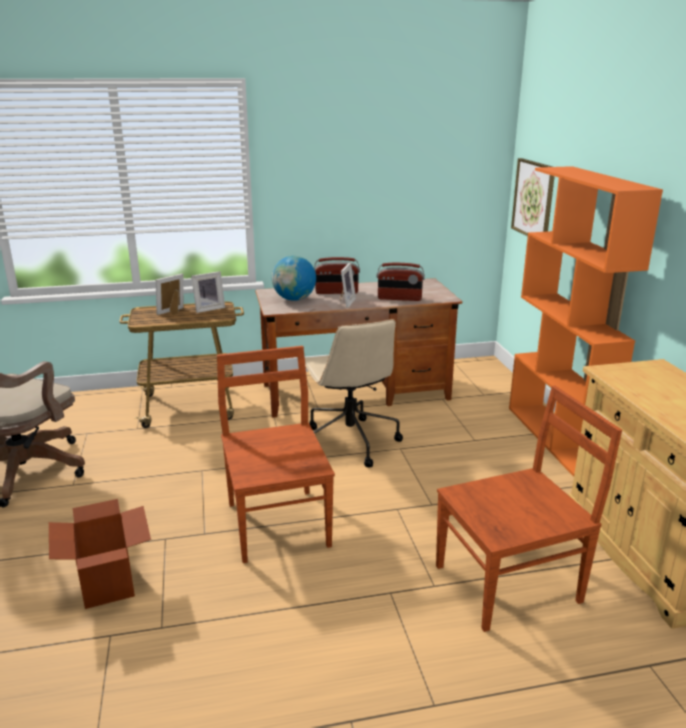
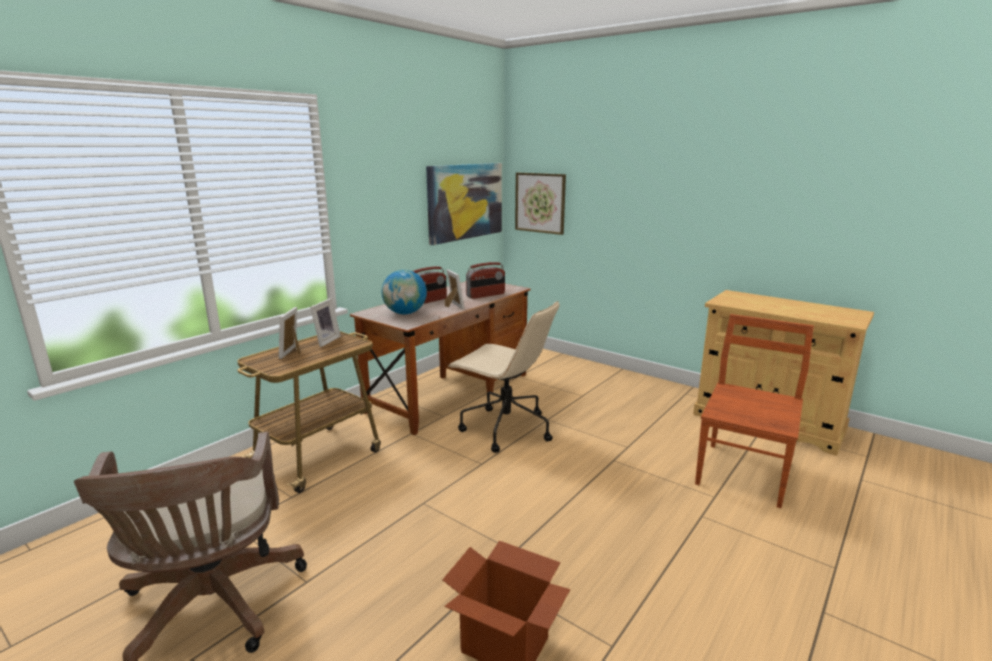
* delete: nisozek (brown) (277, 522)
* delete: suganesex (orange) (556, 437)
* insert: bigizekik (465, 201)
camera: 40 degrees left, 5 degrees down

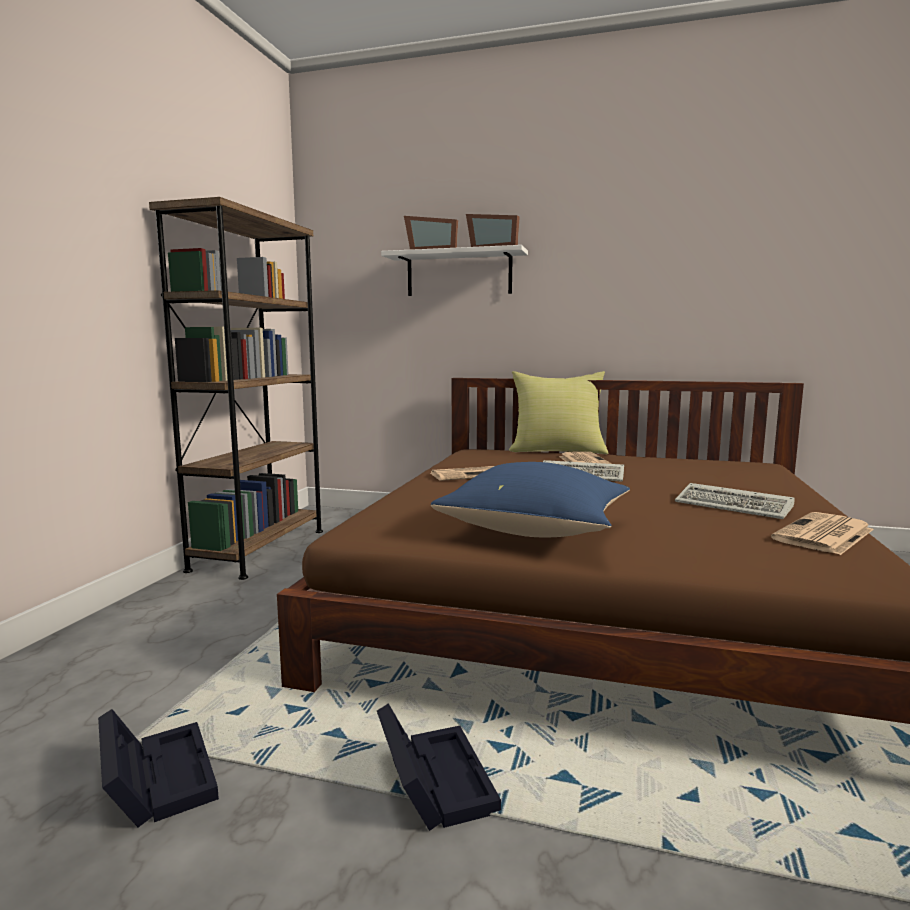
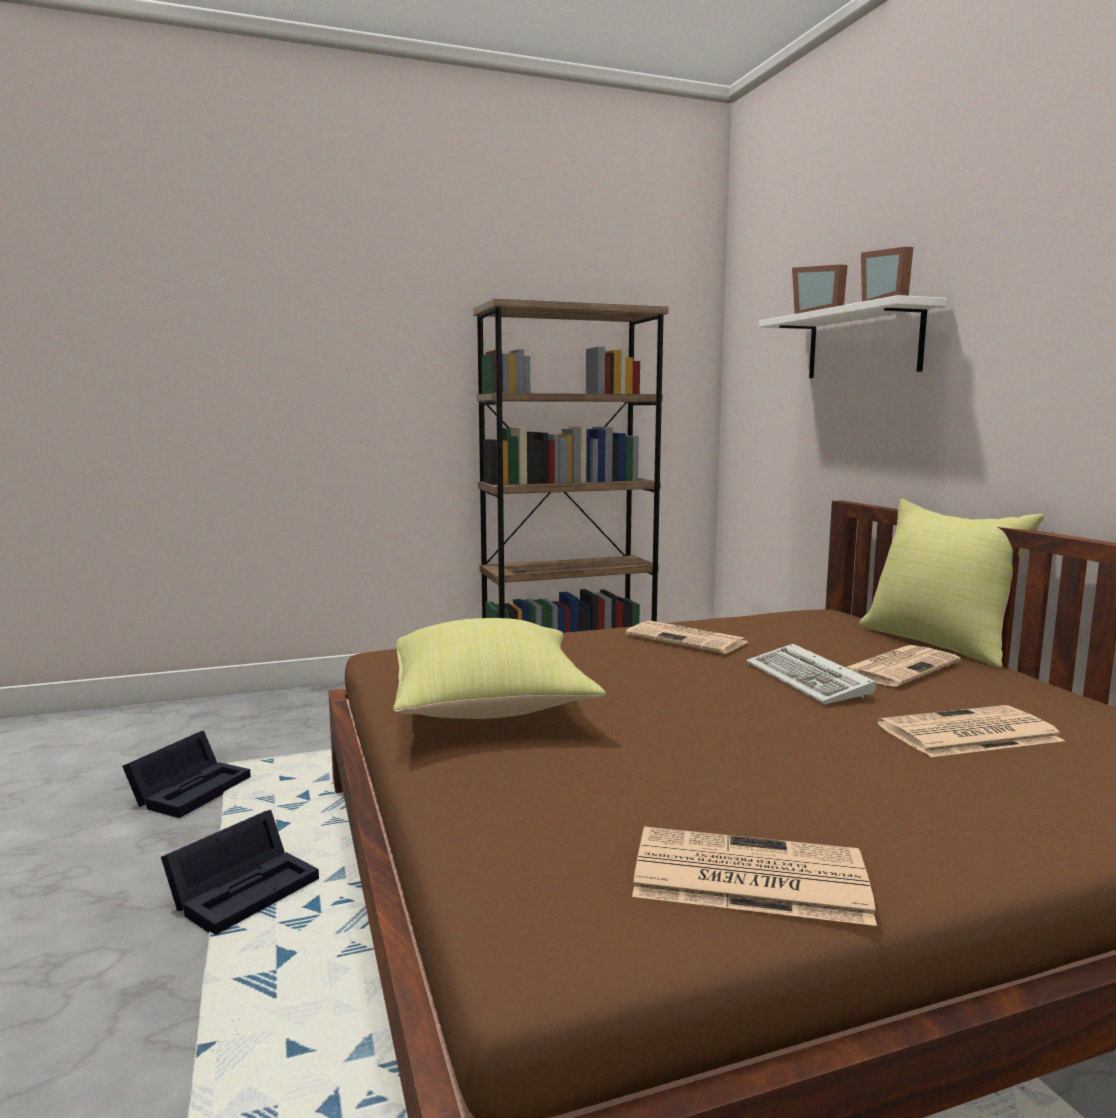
* delete: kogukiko (735, 506)
* insert: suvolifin (967, 734)
* recolor: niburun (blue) (537, 530) to niburun (yellow) (491, 708)
camera: 55 degrees right, 0 degrees up

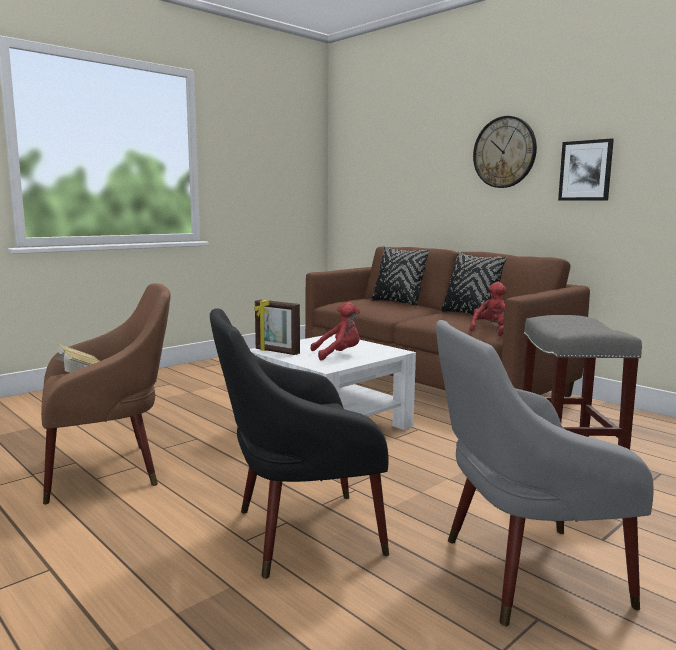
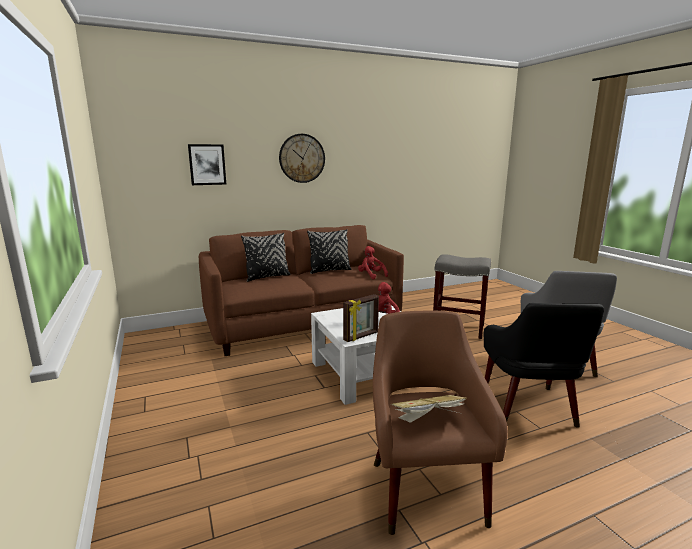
* move: bigizekik (585, 170) to (207, 164)
camera: 70 degrees left, 5 degrees up

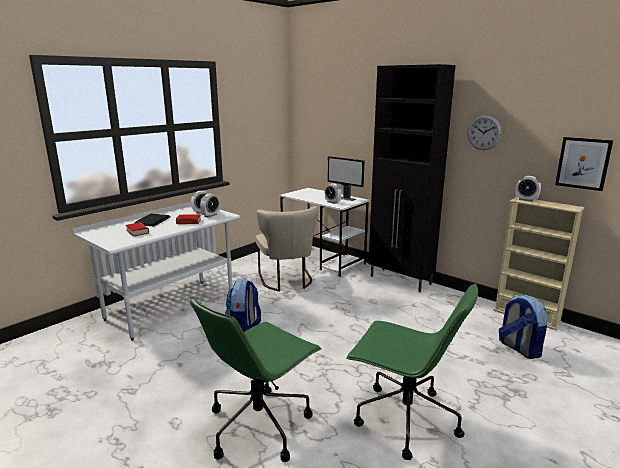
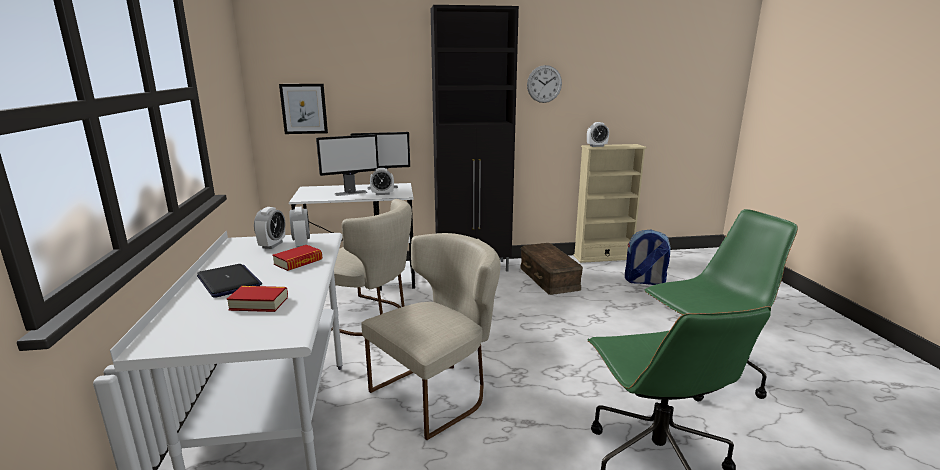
* insert: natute (351, 193)
* insert: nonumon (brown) (549, 278)
* move: bigizekik (583, 163) to (304, 109)
* replace: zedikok (244, 329) to nisozek (beige) (438, 392)
camera: 50 degrees left, 0 degrees up

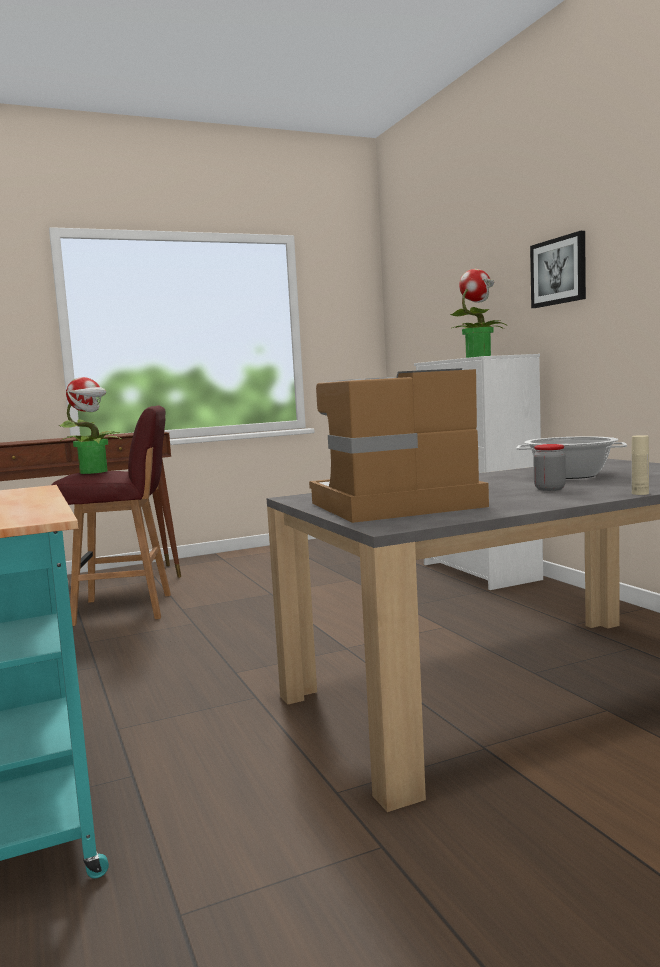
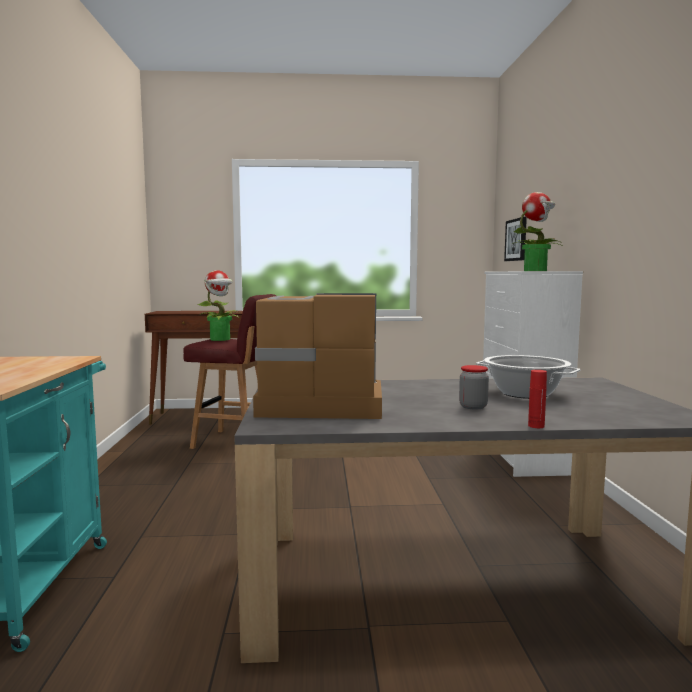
* move: bigizekik (559, 271) to (516, 240)
* recolor: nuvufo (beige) (640, 493) to nuvufo (red) (536, 426)
camera: 20 degrees right, 0 degrees up

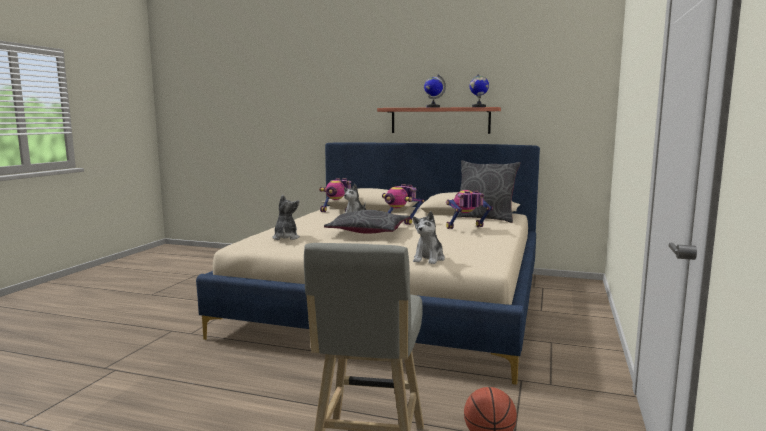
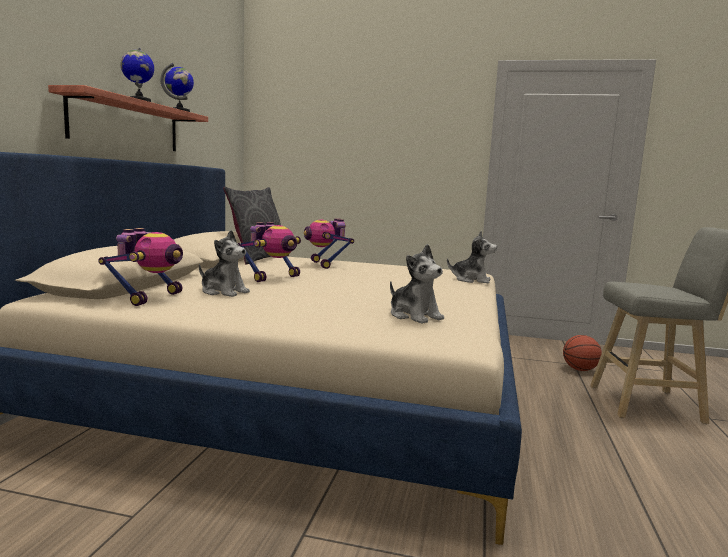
* delete: niburun (grey) (369, 232)
* rotate: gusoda (285, 237) = (414, 316) 120 degrees counterclockwise
camera: 95 degrees left, 0 degrees up

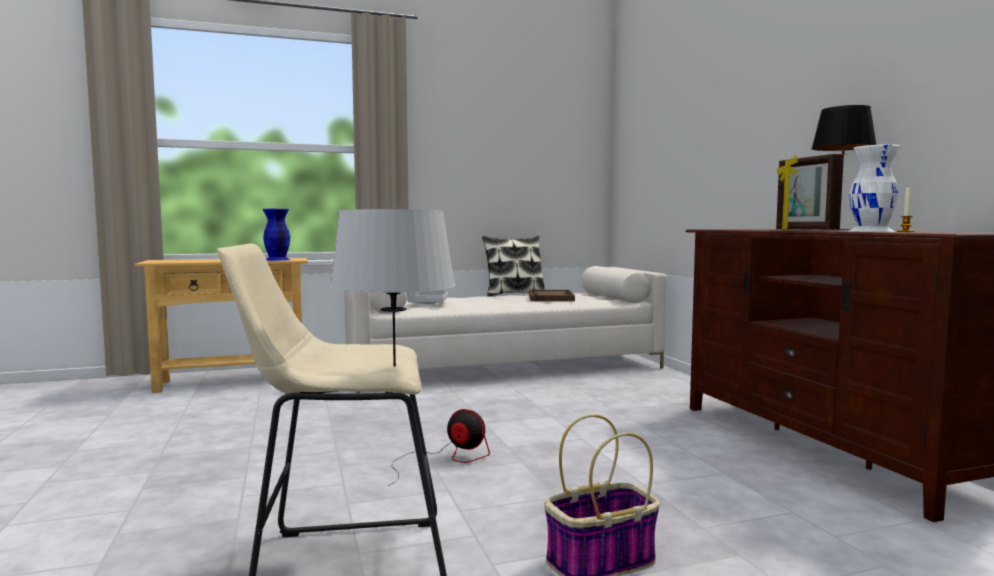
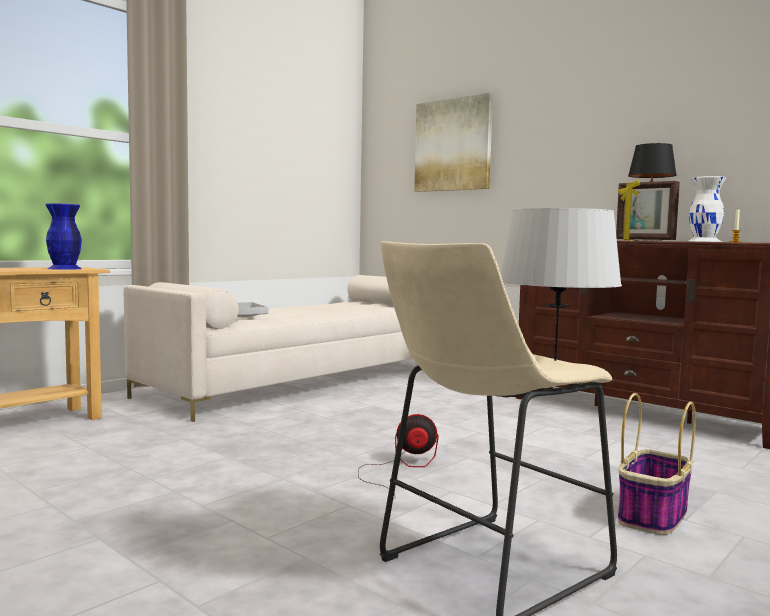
* delete: niburun (514, 294)
* delete: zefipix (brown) (551, 297)
* insert: bigizekik (453, 145)
camera: 30 degrees left, 0 degrees up

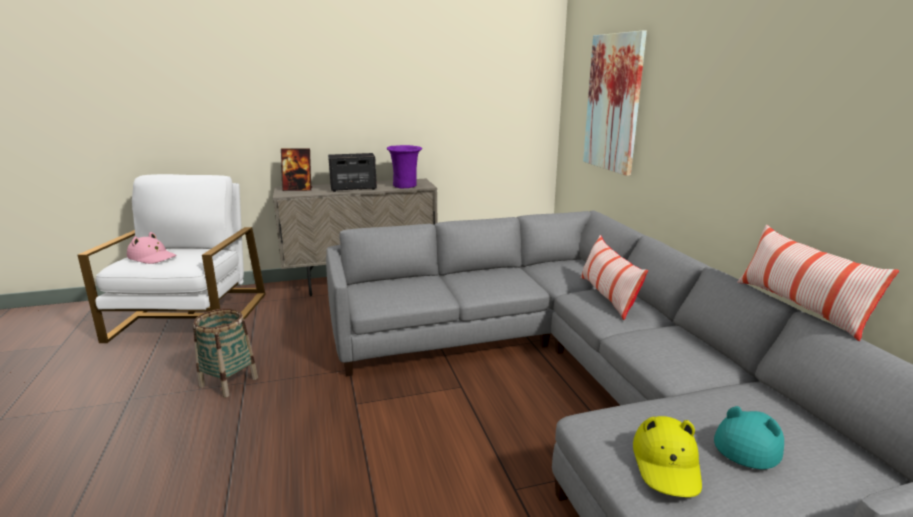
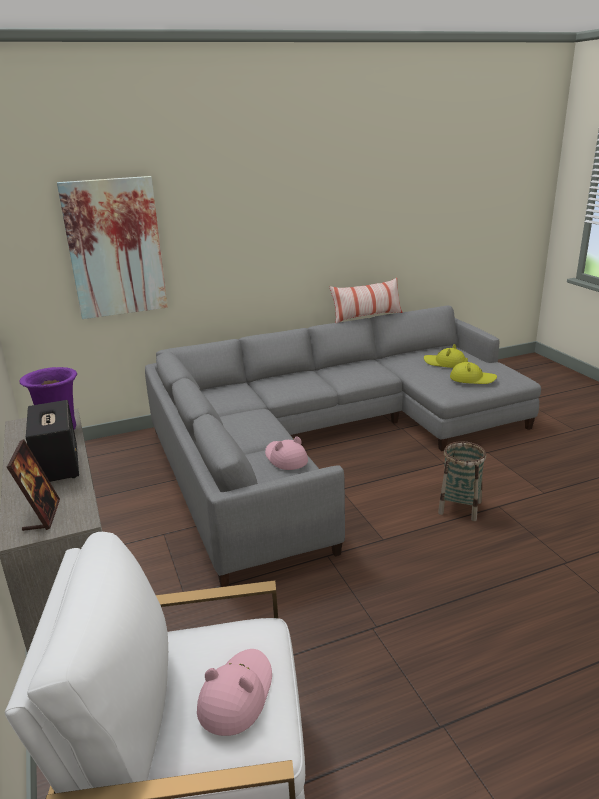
* delete: niburun (607, 296)
* insert: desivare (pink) (285, 458)
* move: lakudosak (228, 382) to (459, 507)
* recolor: desivare (turquoise) (749, 442) to desivare (yellow) (444, 363)
camera: 95 degrees left, 5 degrees up

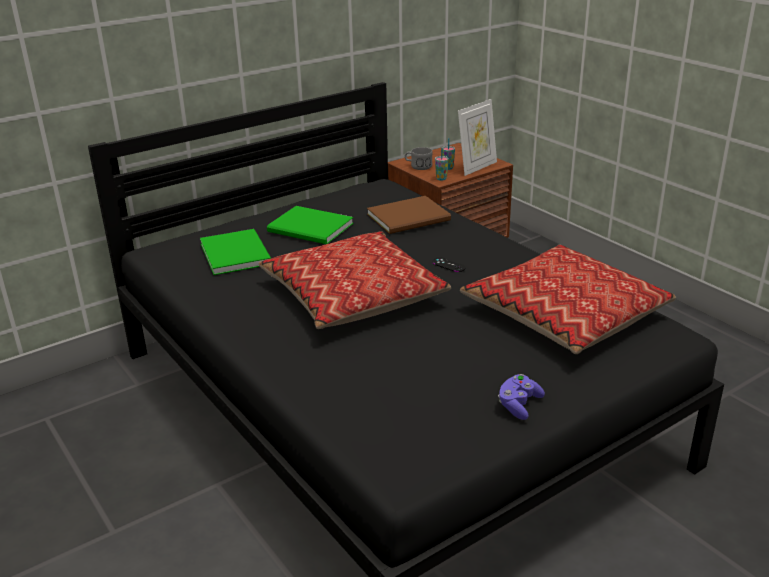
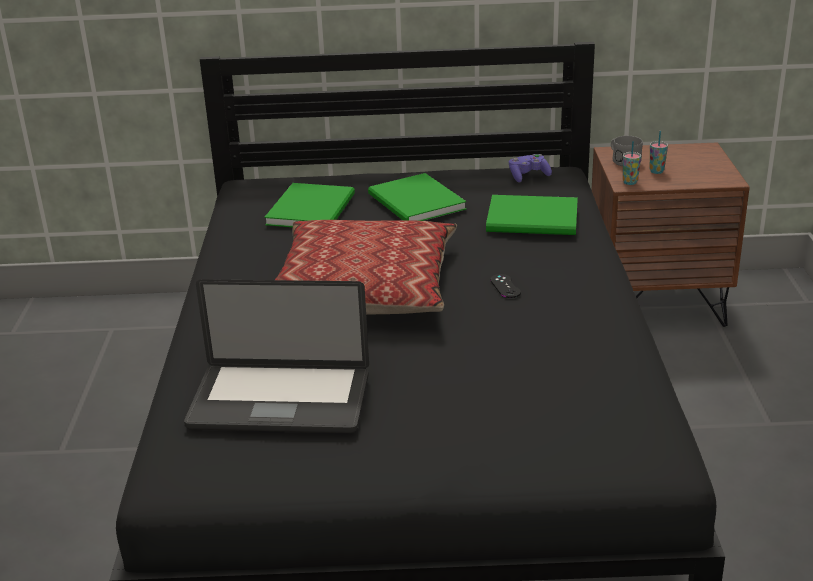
* delete: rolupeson (477, 167)
* delete: niburun (564, 313)
* insert: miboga (280, 402)
* move: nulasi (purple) (519, 405) to (528, 176)
* recolor: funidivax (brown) (411, 217) to funidivax (green) (535, 220)
camera: 35 degrees right, 0 degrees up

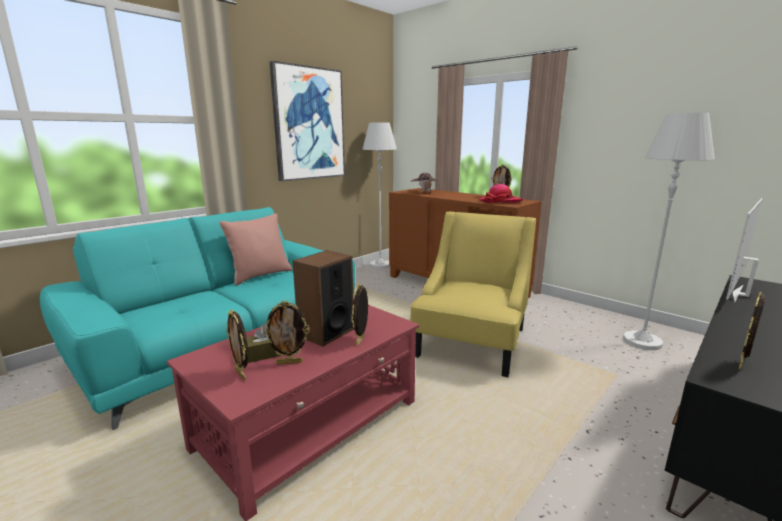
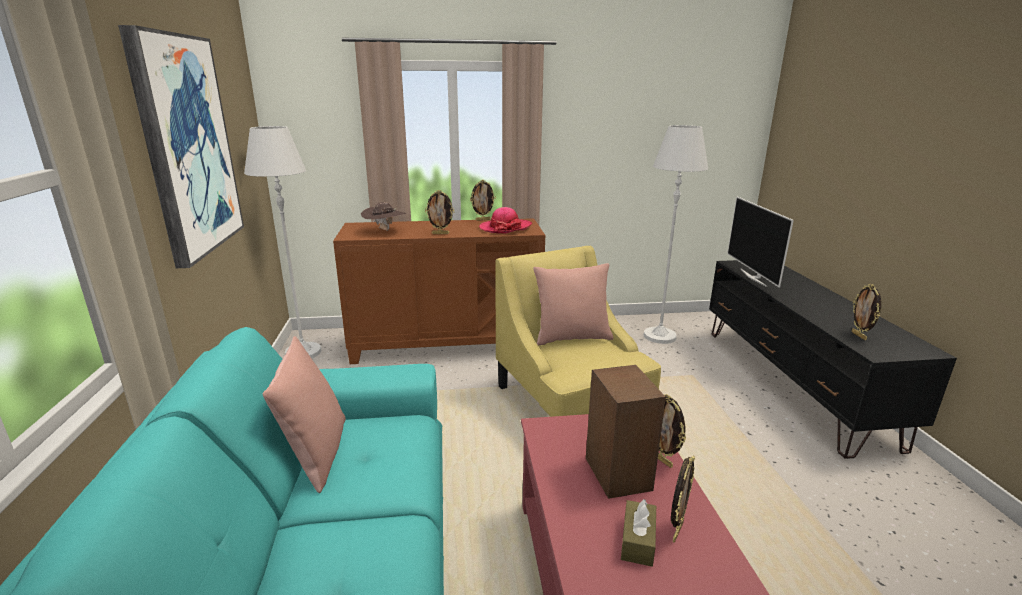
* insert: niburun (pink) (572, 337)
* move: rolupeson (241, 374) to (440, 233)
camera: 50 degrees left, 5 degrees up

